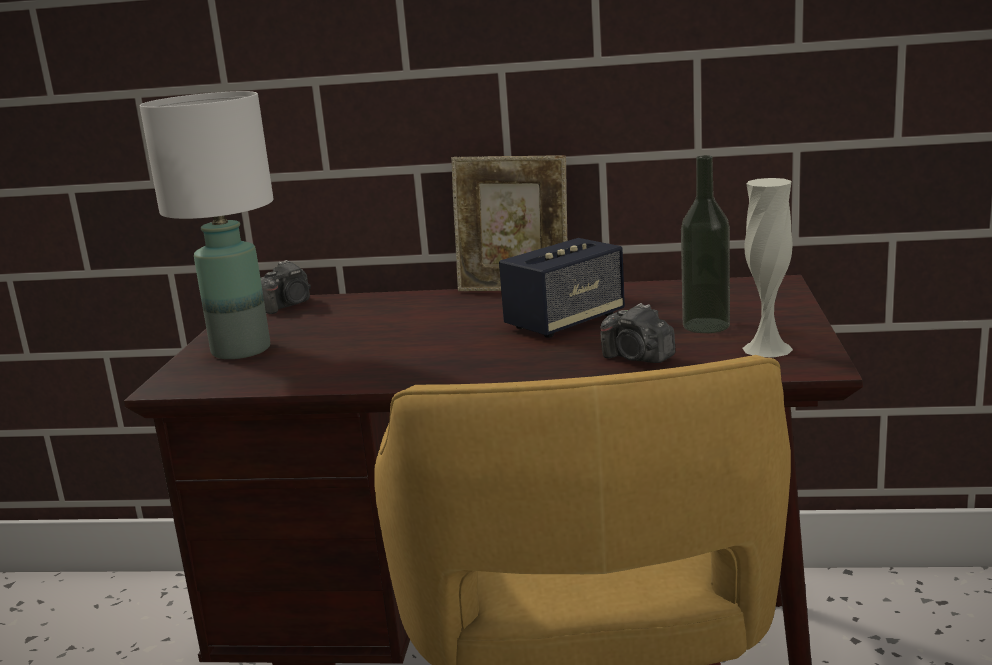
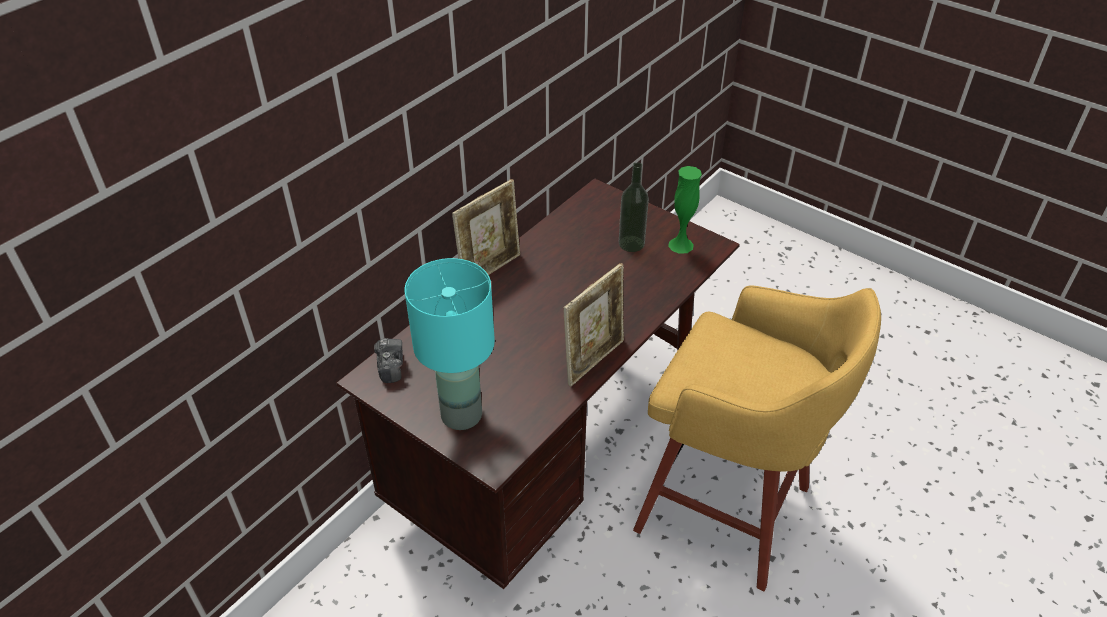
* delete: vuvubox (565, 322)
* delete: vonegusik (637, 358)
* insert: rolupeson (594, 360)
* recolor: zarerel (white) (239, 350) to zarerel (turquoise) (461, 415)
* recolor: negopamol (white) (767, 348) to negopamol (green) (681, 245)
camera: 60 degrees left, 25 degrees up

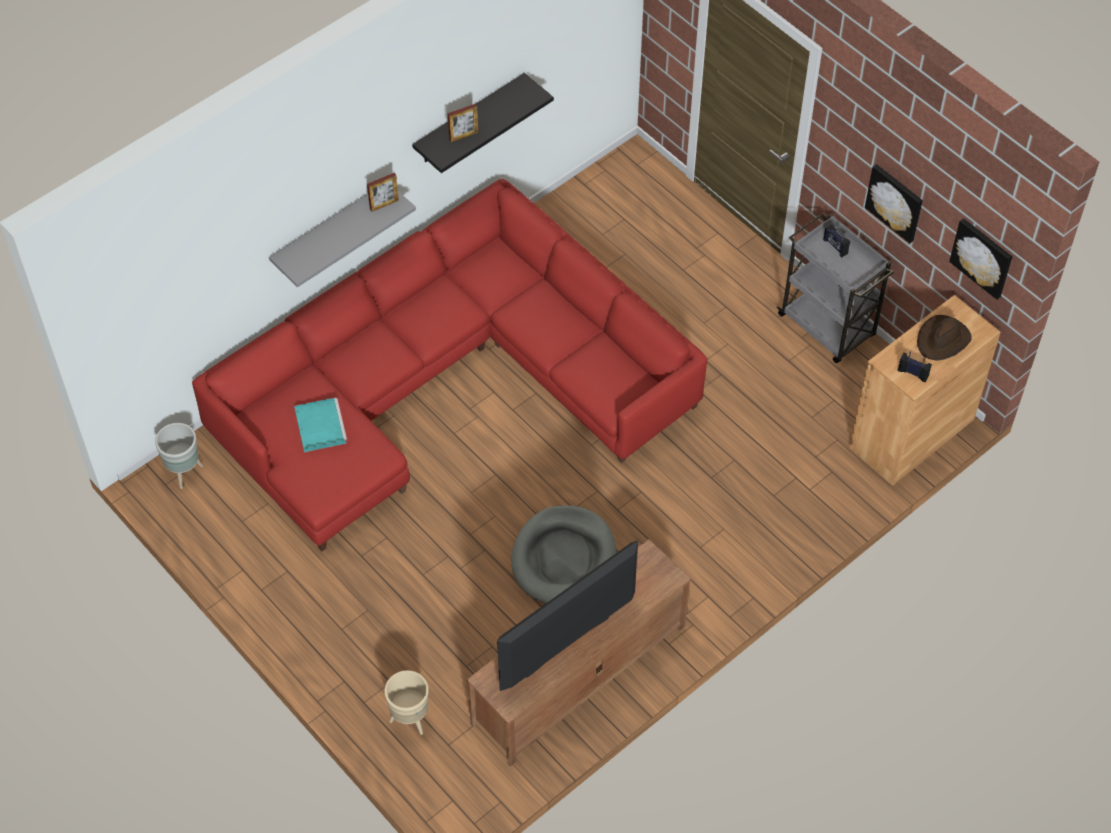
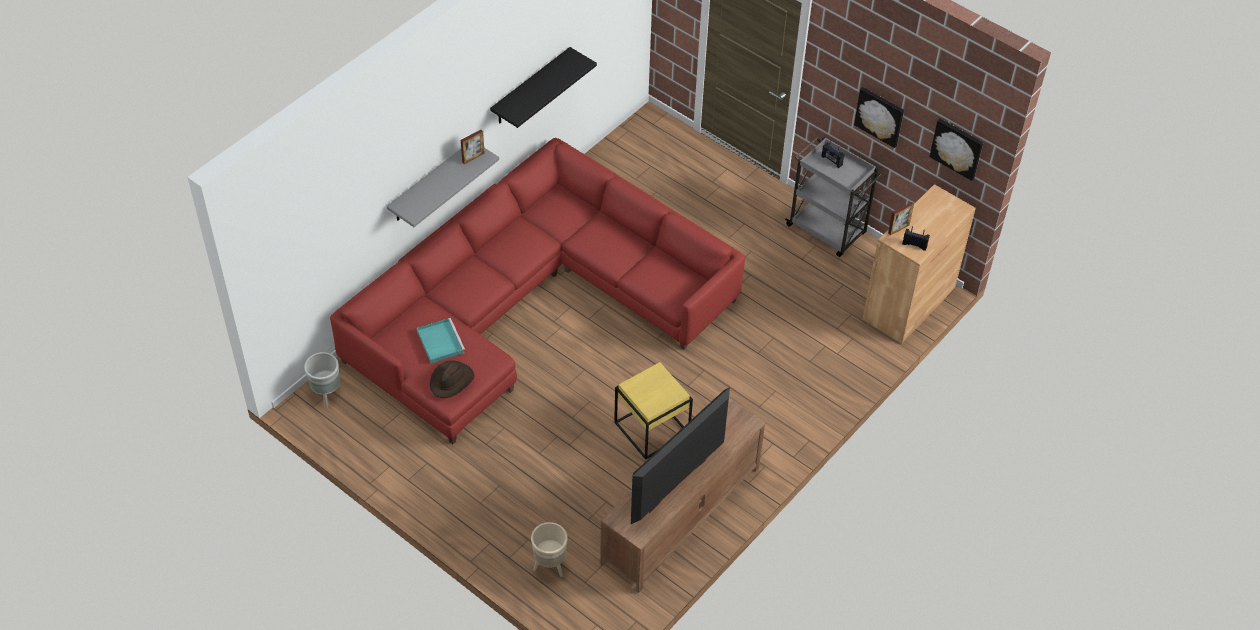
* move: rolupeson (463, 136) to (898, 229)
* move: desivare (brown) (943, 340) to (451, 381)
* replace: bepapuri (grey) (564, 559) to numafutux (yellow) (652, 428)
camera: 10 degrees left, 5 degrees down

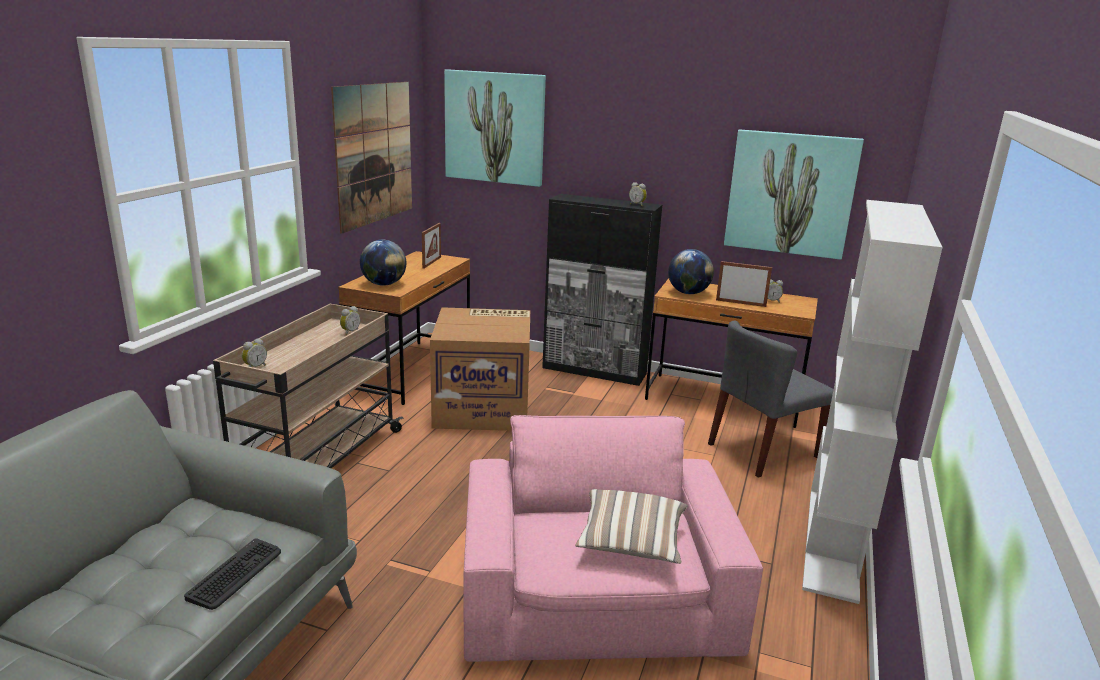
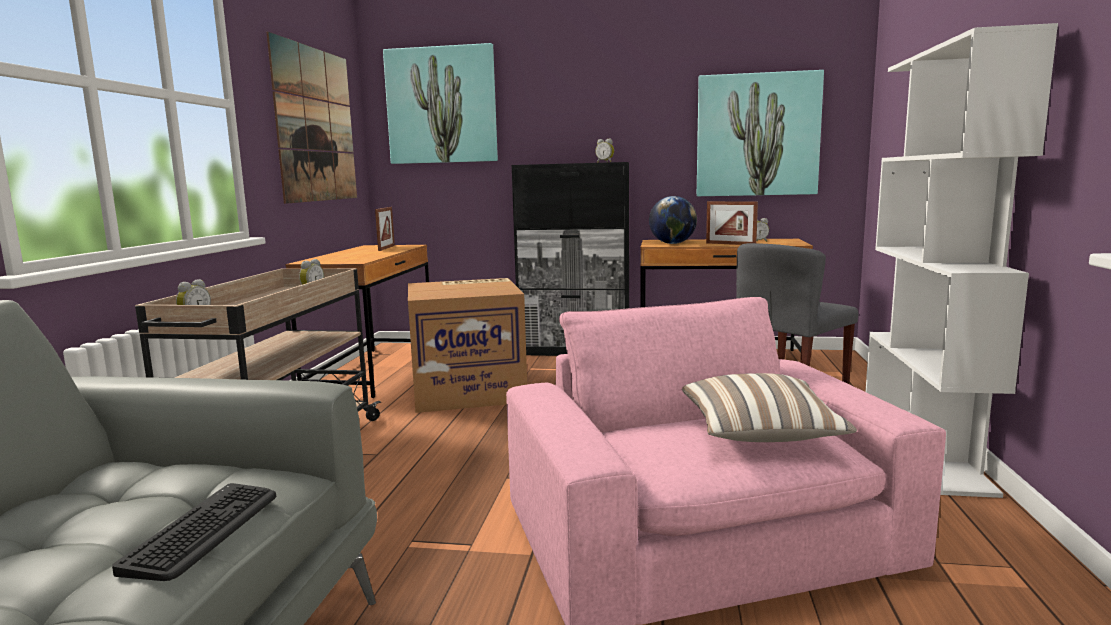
* delete: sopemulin (384, 284)
* rotate: rolupeson (740, 303) = (730, 244) 150 degrees counterclockwise
camera: 10 degrees left, 10 degrees down

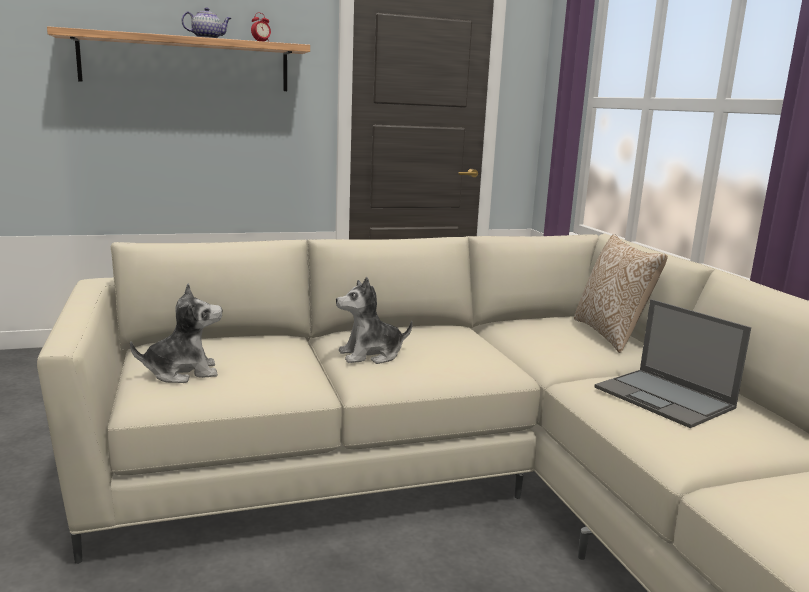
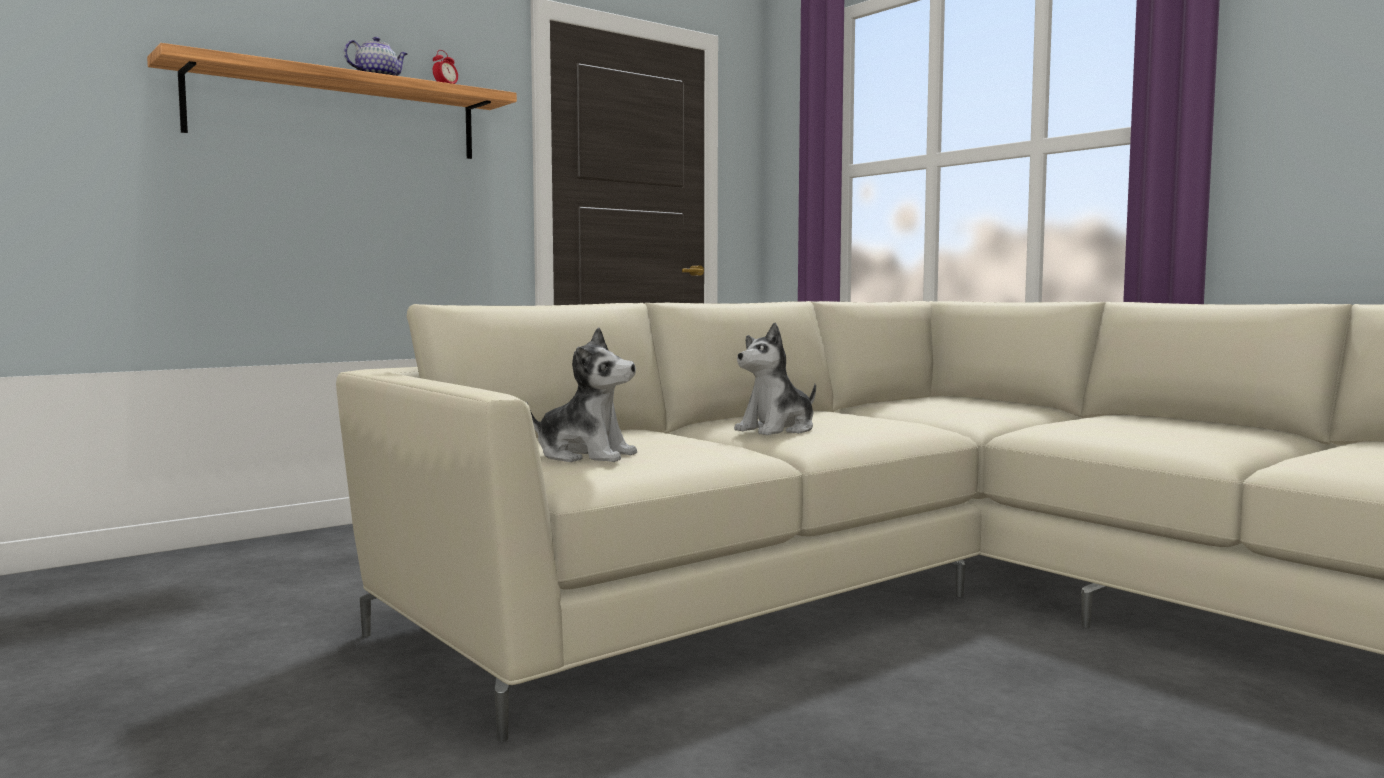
* delete: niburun (611, 335)
* delete: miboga (665, 398)
* rotate: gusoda (182, 372) = (585, 456) 60 degrees clockwise
camera: 20 degrees left, 10 degrees down

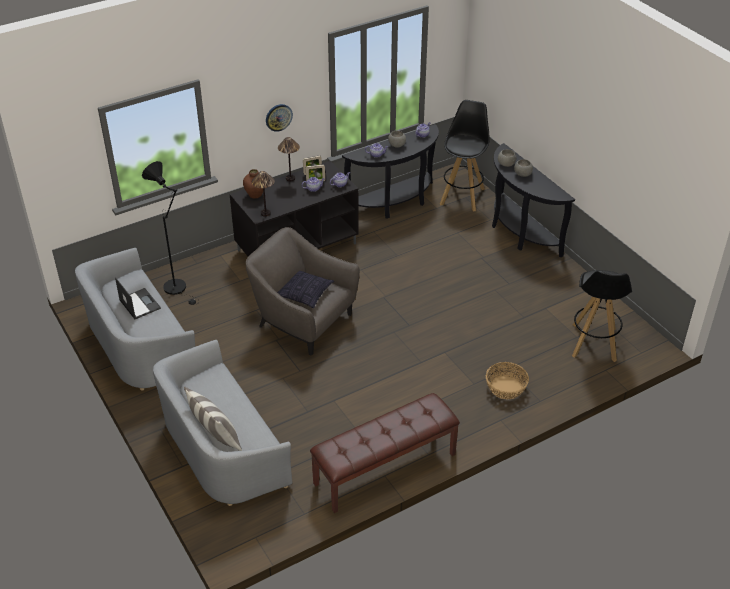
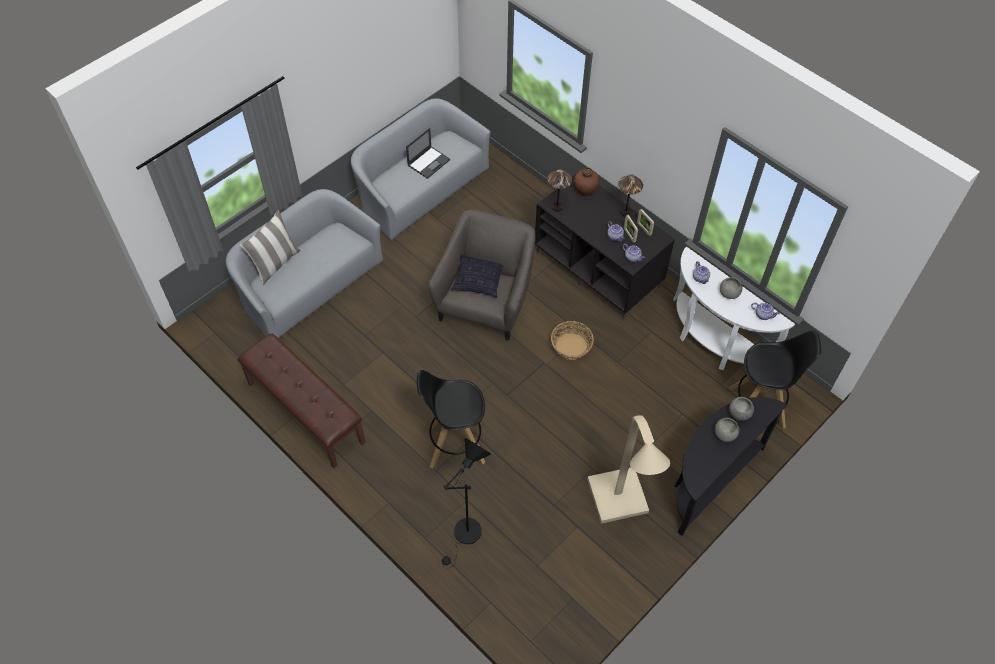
* delete: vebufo (278, 117)
* insert: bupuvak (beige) (620, 505)
* move: bupuvak (black) (178, 289) to (465, 536)
* move: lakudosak (506, 388) to (571, 347)
* move: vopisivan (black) (594, 343) to (454, 445)
* recolor: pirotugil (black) (396, 203) to pirotugil (white) (712, 342)
camera: 75 degrees right, 15 degrees up

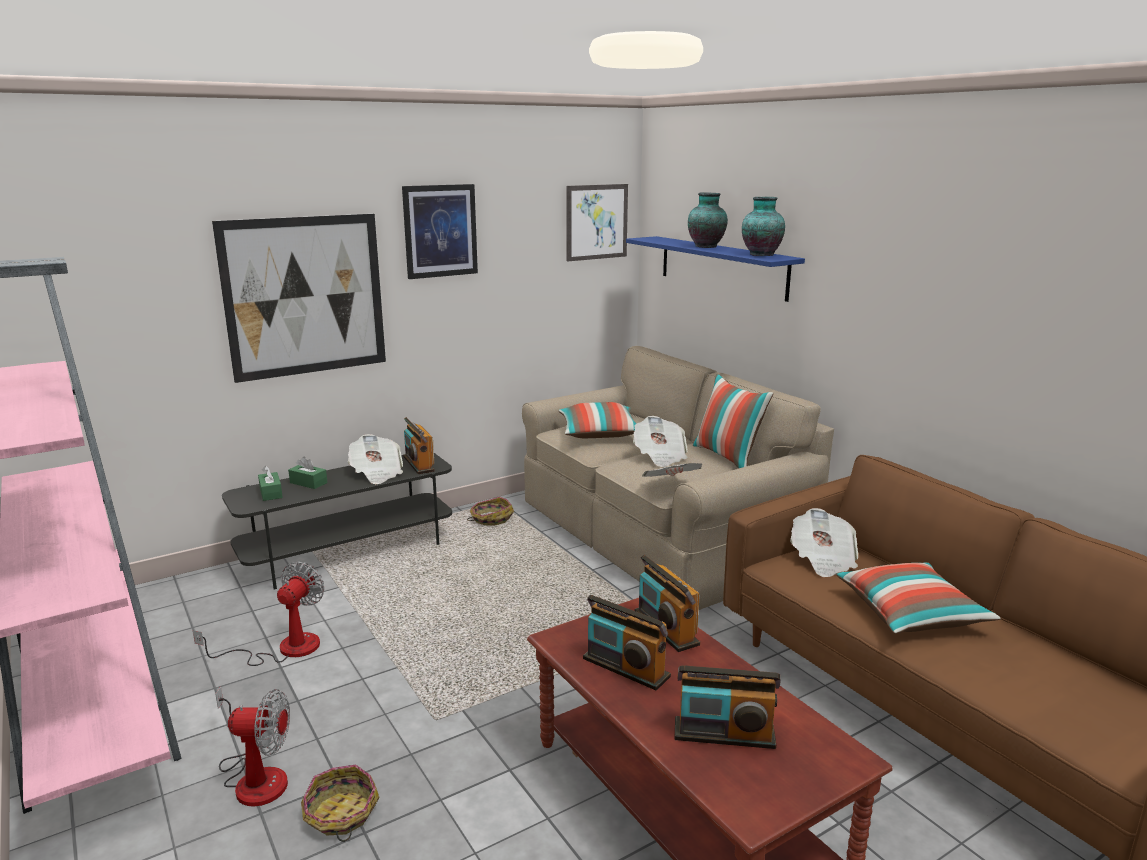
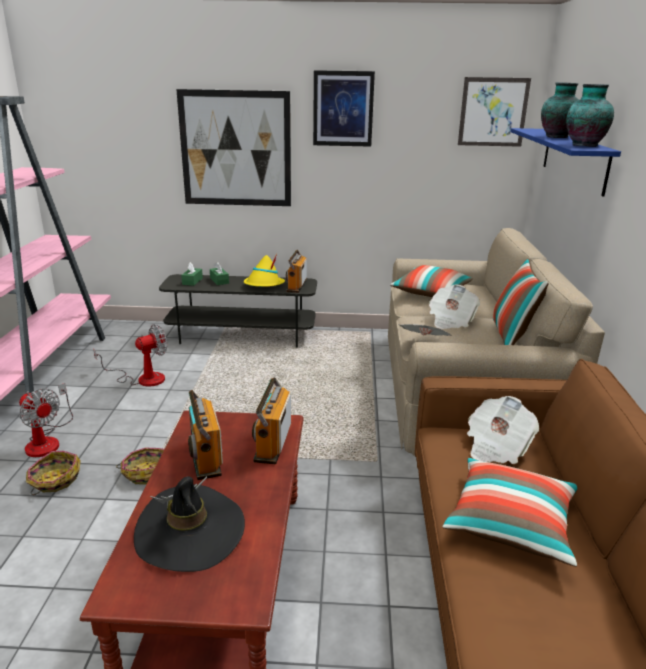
* move: lakudosak (490, 519) to (146, 472)
* replace: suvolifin (377, 473) to desivare (yellow) (264, 285)
* replace: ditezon (724, 734) to desivare (black) (190, 532)
camera: 35 degrees right, 5 degrees up

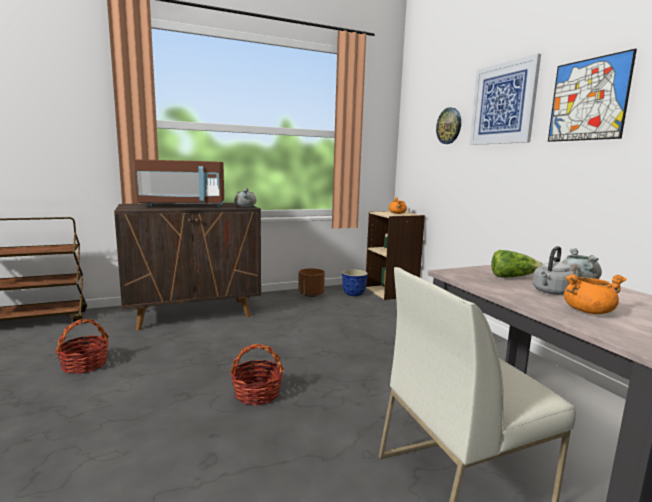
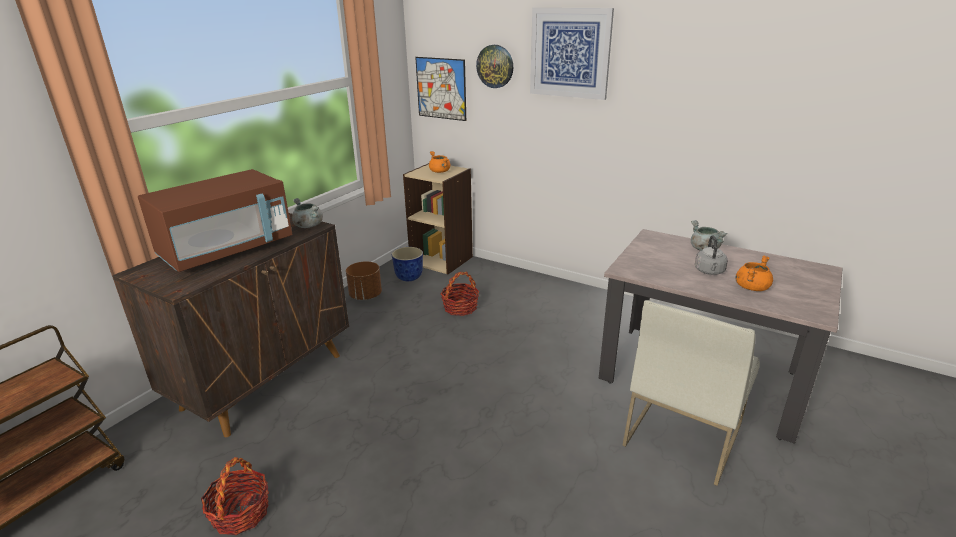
* delete: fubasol (512, 277)
* move: lakudosak (257, 394) to (460, 308)
* move: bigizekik (588, 100) to (441, 88)
camera: 35 degrees left, 15 degrees up

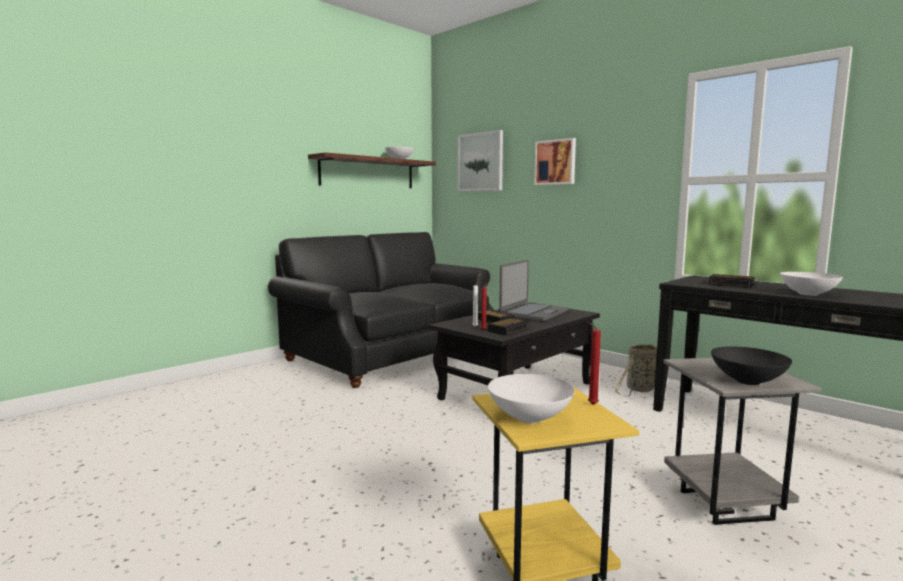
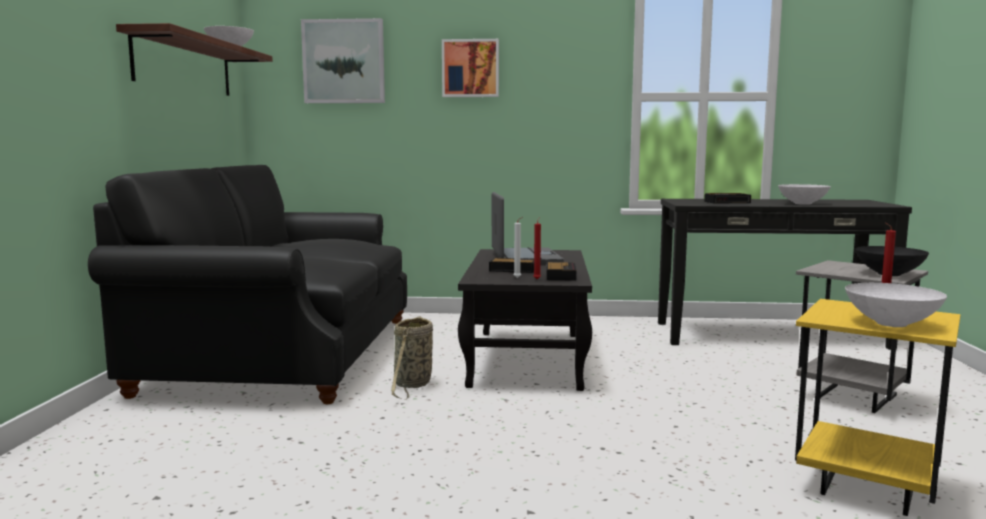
* move: lakudosak (639, 390) to (412, 385)
camera: 40 degrees left, 0 degrees up

